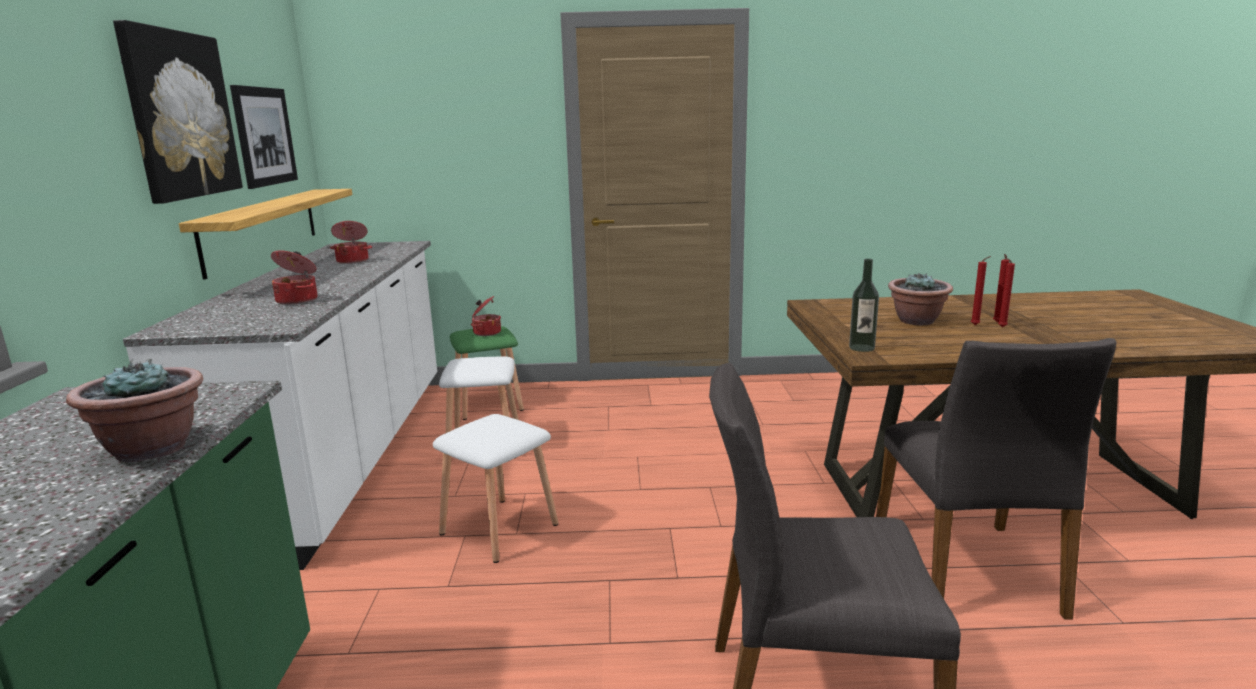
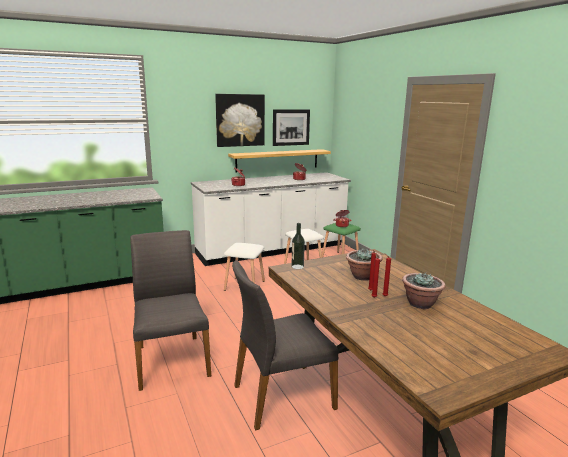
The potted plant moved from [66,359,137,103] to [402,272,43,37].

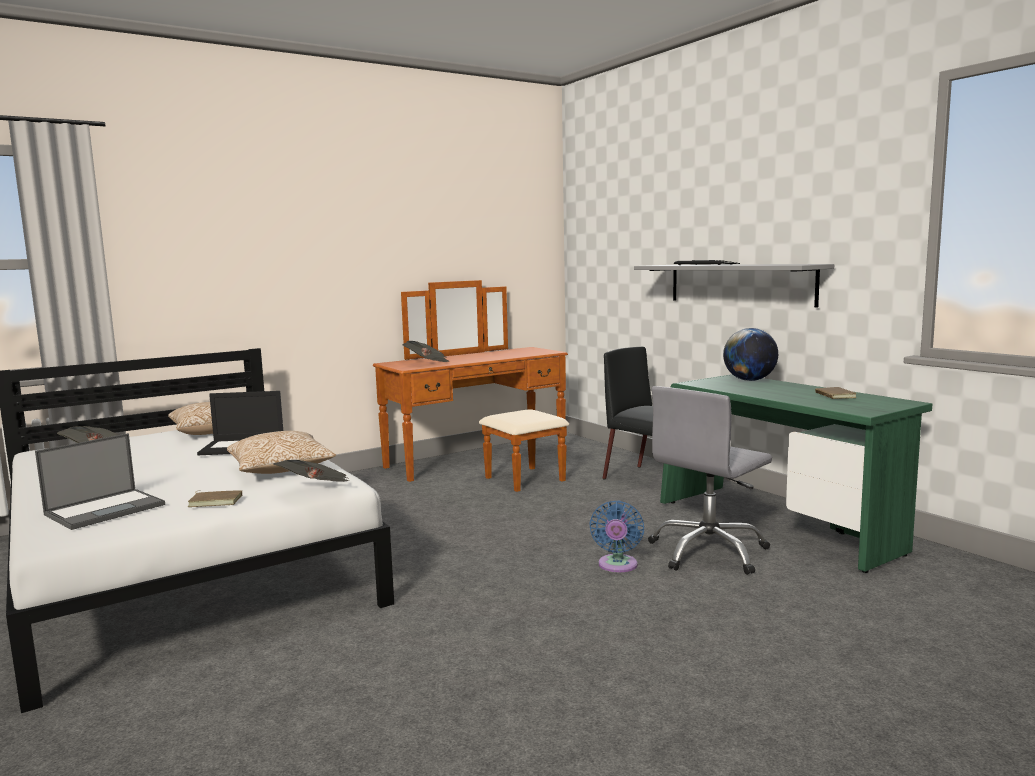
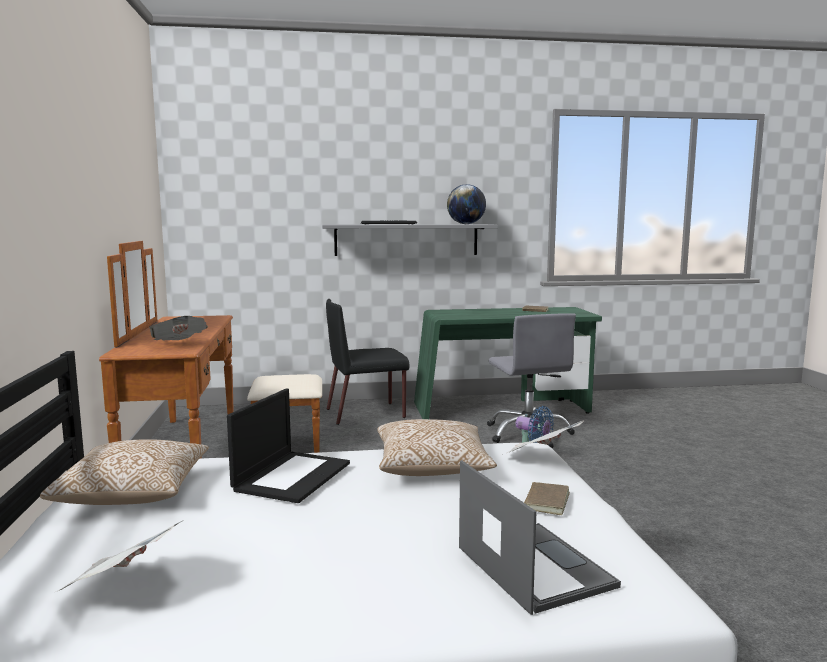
The globe moved from [723,328,55,53] to [447,184,39,40].

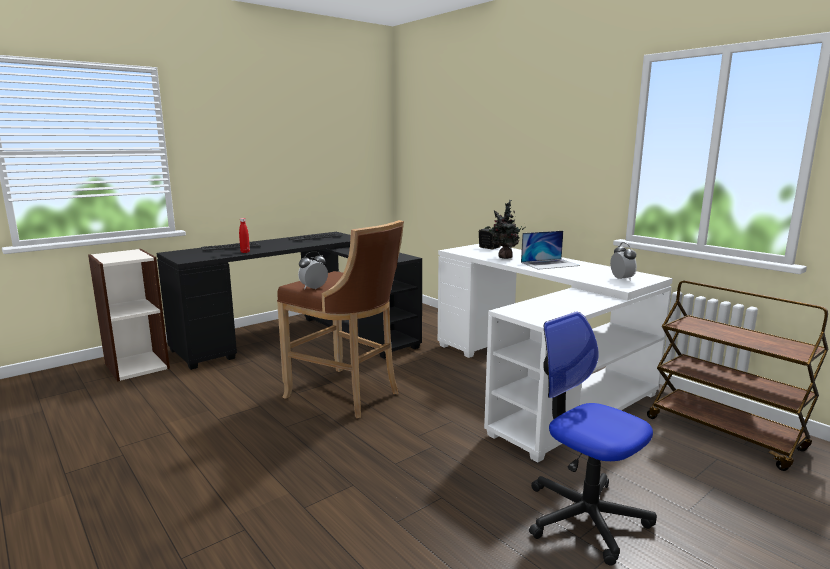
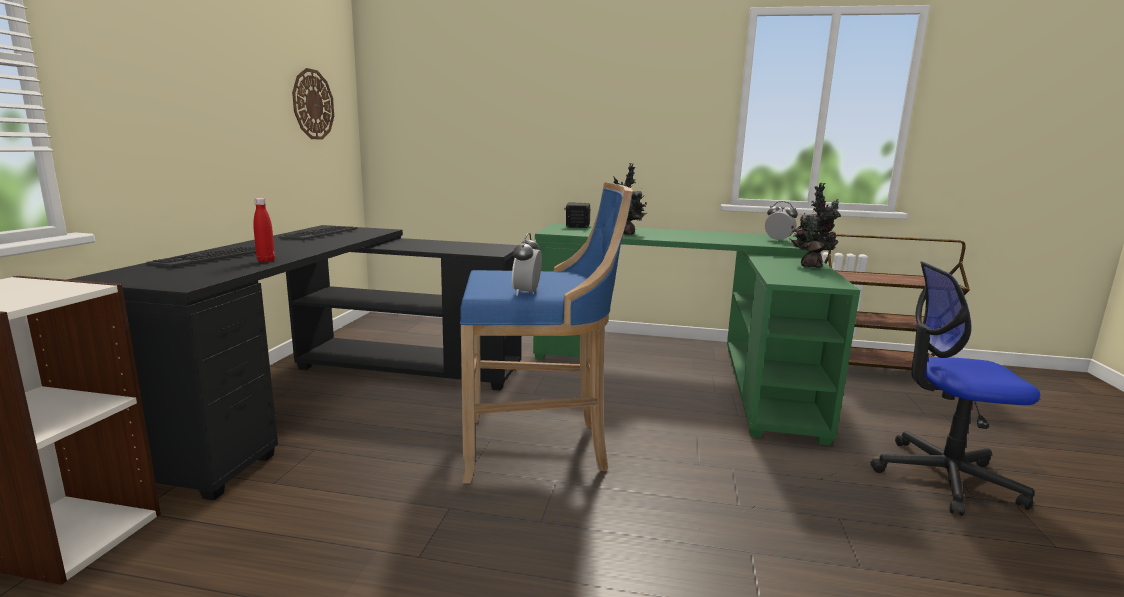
The stool (brown) at [277,220,127,198] became the stool (blue) at [460,182,173,302]. The desk (white) at [438,244,235,219] became the desk (green) at [533,223,327,223]. The laptop at [521,231,59,39] disappeared. The wall clock at [292,68,42,72] appeared. The potted plant at [789,183,52,85] appeared.

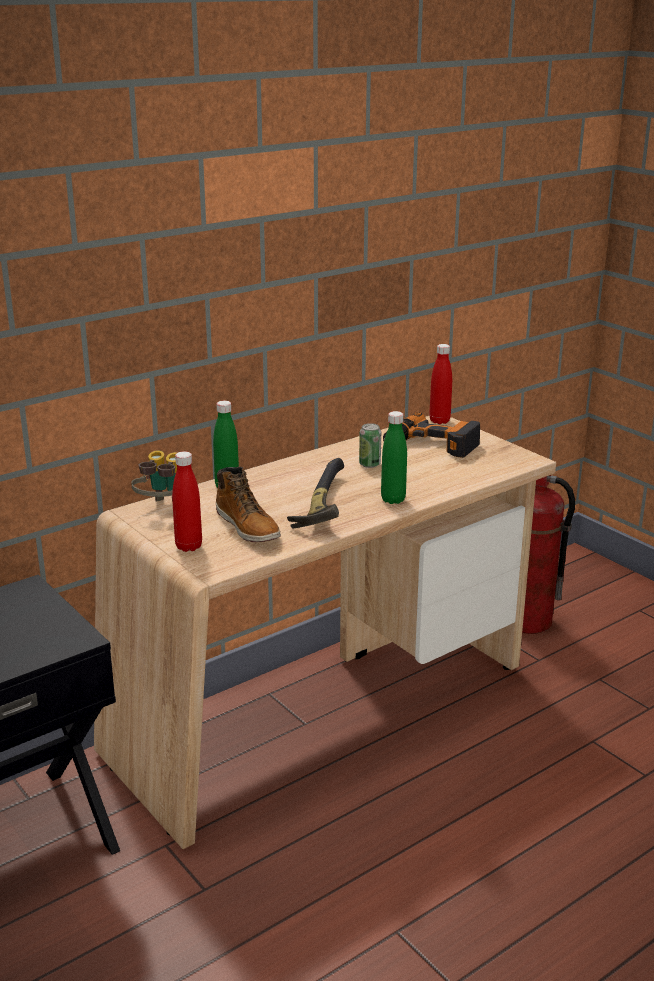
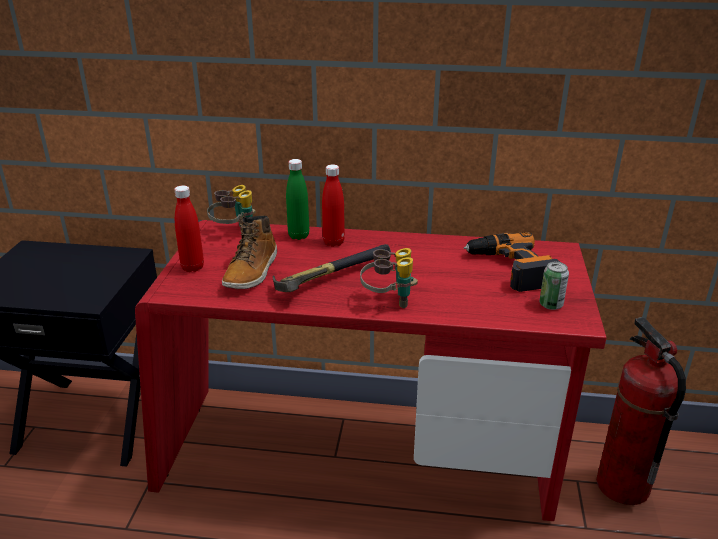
The desk (beige) at [94,416,462,433] became the desk (red) at [135,220,472,301]. The can moved from [359,423,22,45] to [539,262,30,48]. The bottle (green) at [381,411,26,93] was replaced by the binoculars at [360,248,58,60]. The bottle (red) moved from [429,344,23,80] to [322,164,23,83].

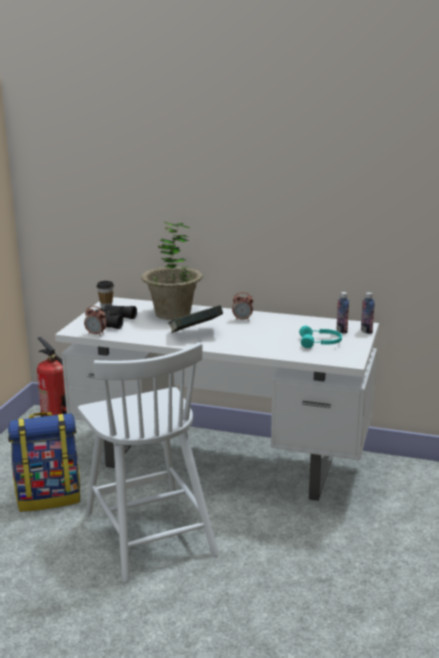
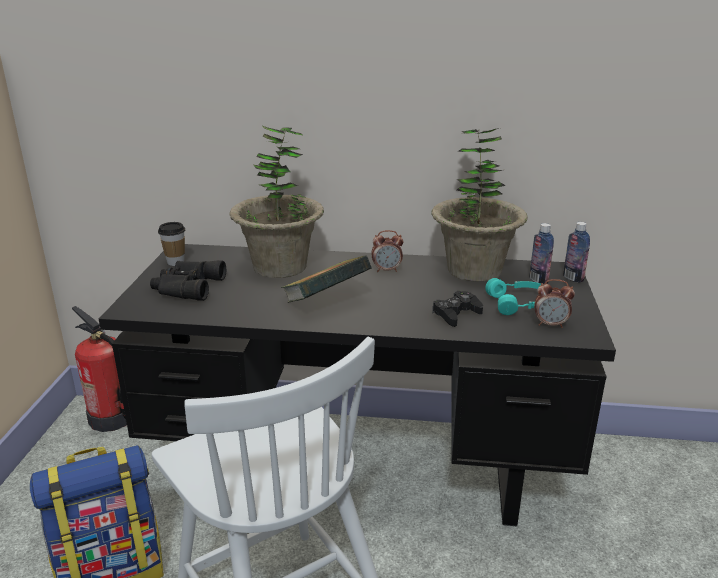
The desk (white) at [55,297,324,204] became the desk (black) at [99,244,517,282]. The alarm clock moved from [84,306,23,30] to [534,279,41,49]. The potted plant at [432,128,96,154] appeared. The game controller (black) at [432,291,51,36] appeared.

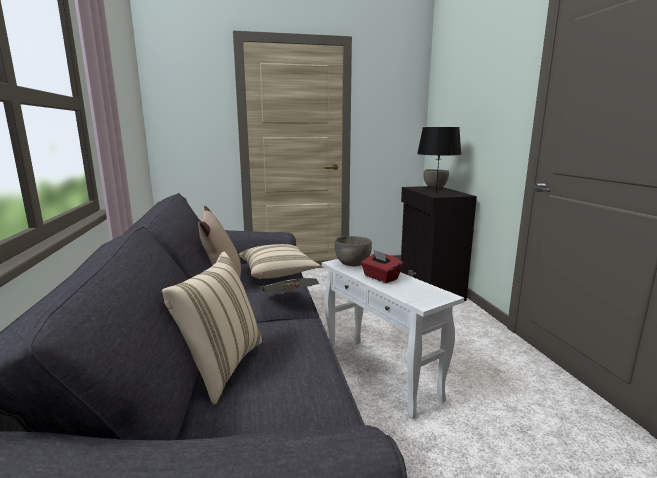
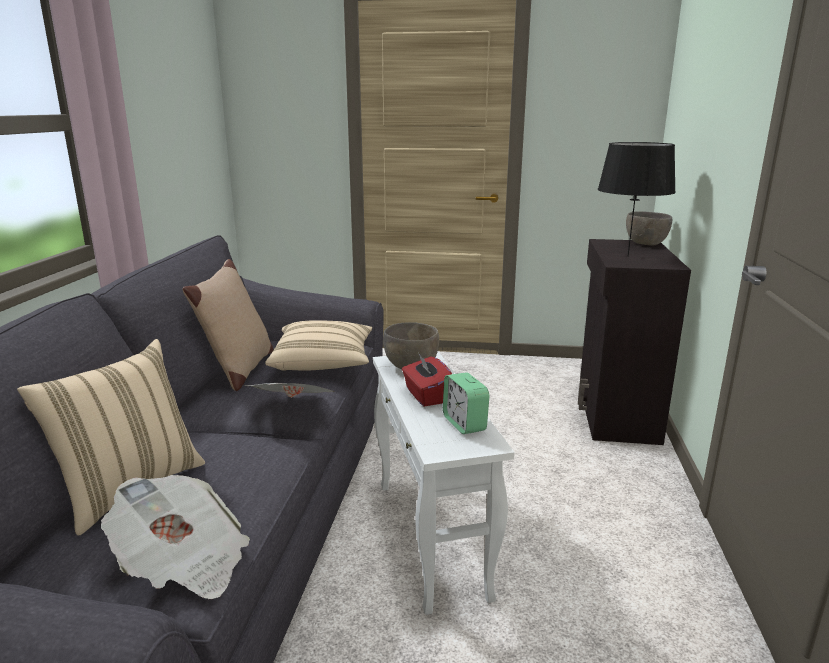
The newspaper at [101,475,149,124] appeared. The alarm clock at [443,372,46,62] appeared.

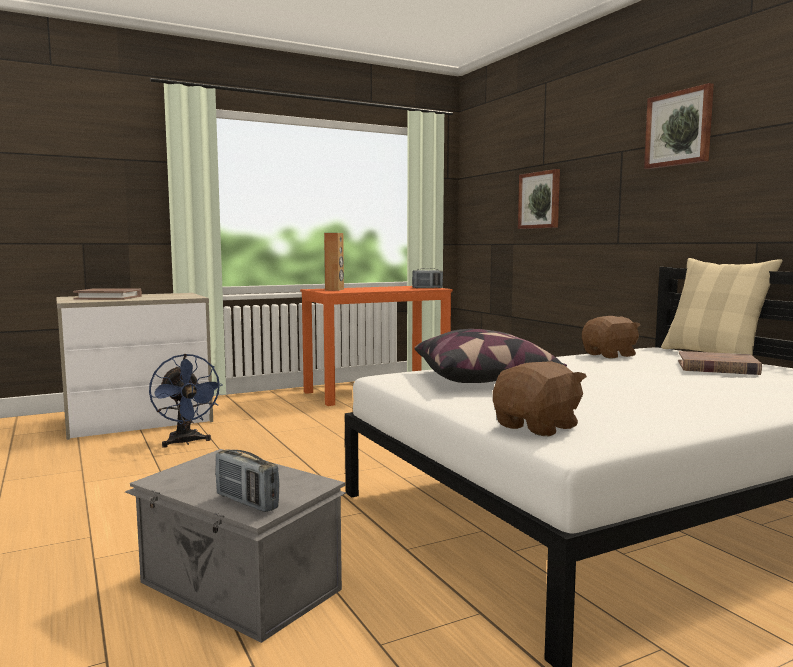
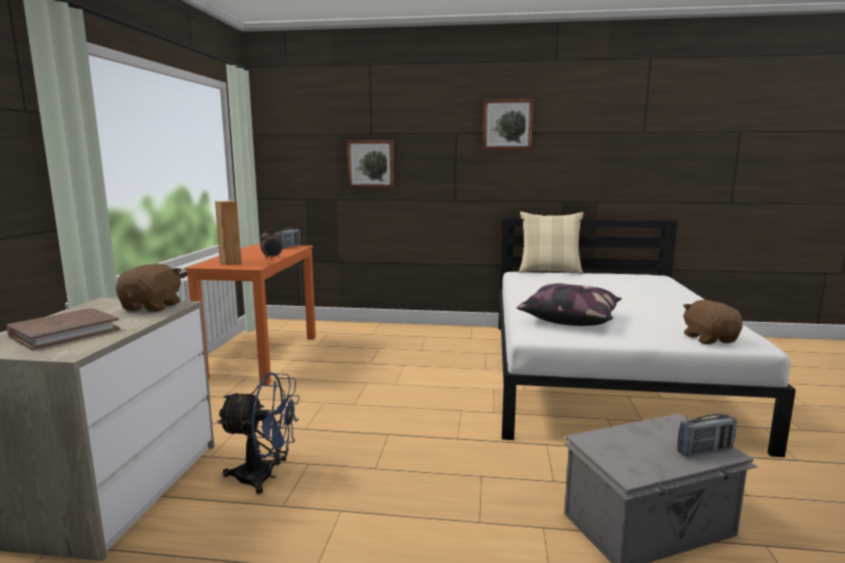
The plush toy (brown) moved from [582,316,58,42] to [116,263,66,49]. The book (brown) at [678,351,84,24] disappeared. The alarm clock at [260,229,23,30] appeared.

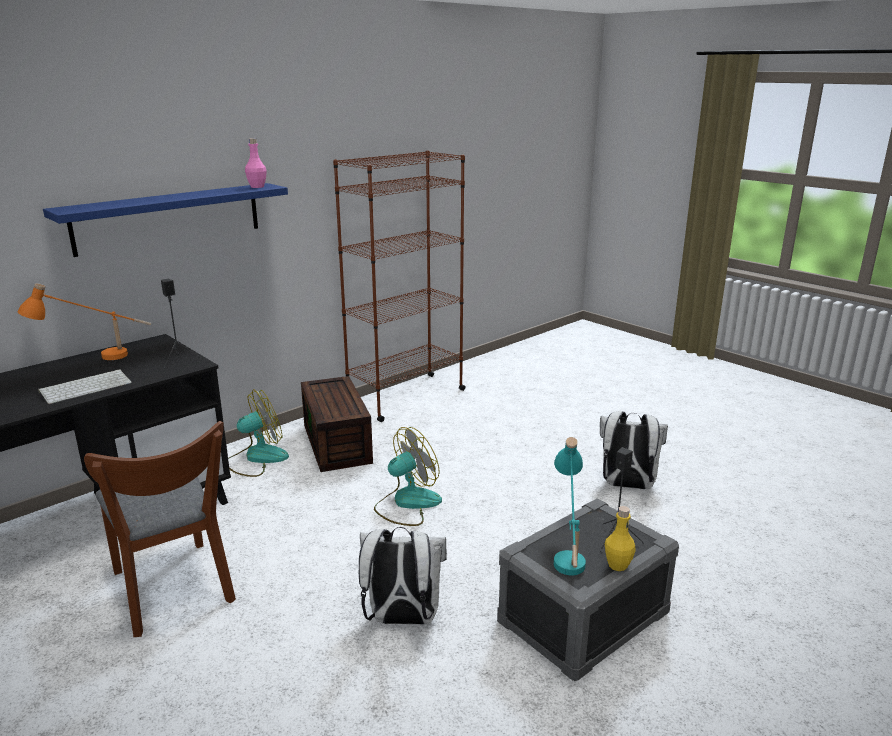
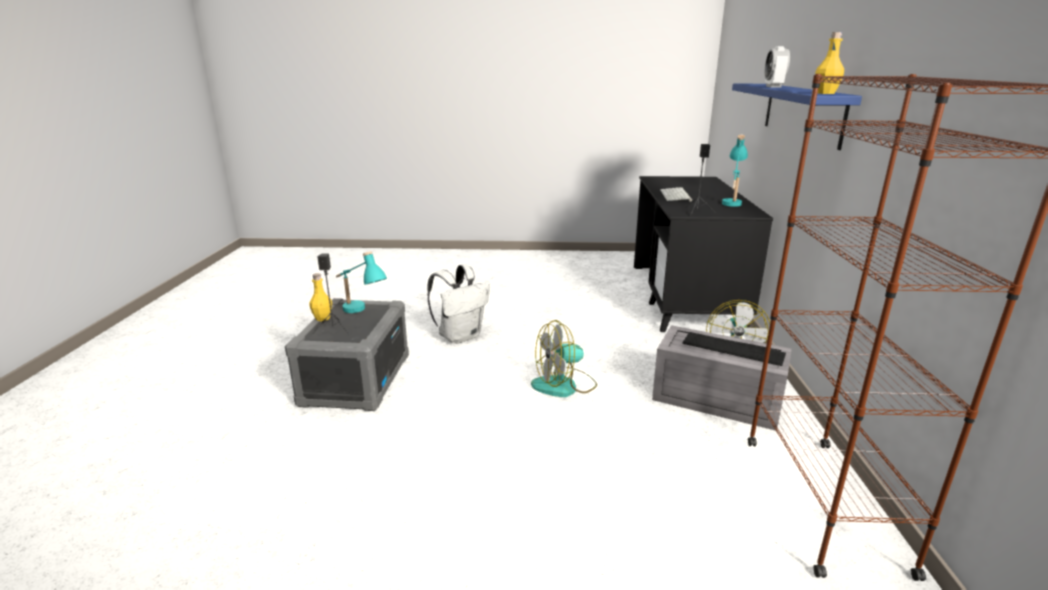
The table lamp (orange) at [17,283,134,77] became the table lamp (turquoise) at [722,135,26,72]. The chair (brown) at [84,421,152,216] disappeared. The bottle (pink) at [245,138,22,50] became the bottle (yellow) at [815,32,29,62]. The storage box (brown) at [301,376,72,96] became the storage box (grey) at [652,325,140,106]. The fan at [374,427,68,99] turned 60 degrees clockwise. The backpack (white) at [600,411,68,78] disappeared. The keyboard at [682,332,104,34] appeared. The alarm clock at [765,46,25,42] appeared.

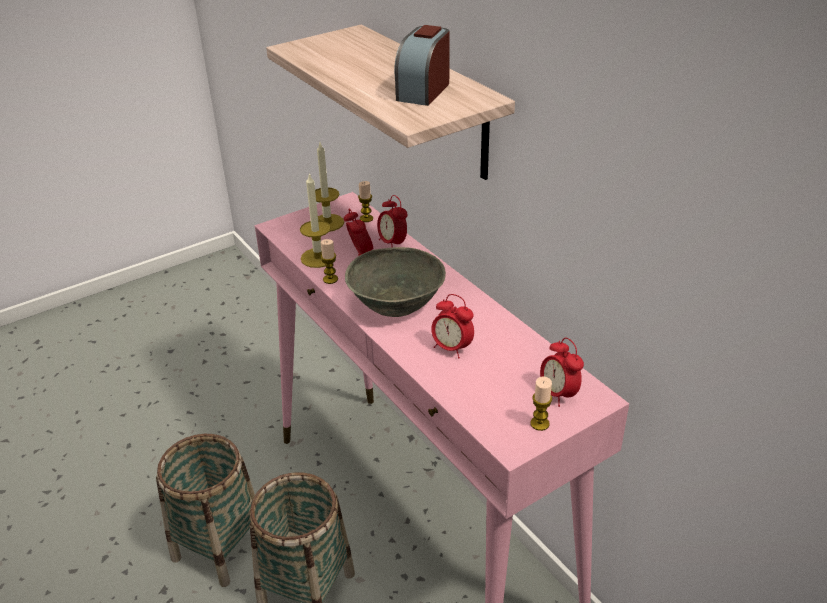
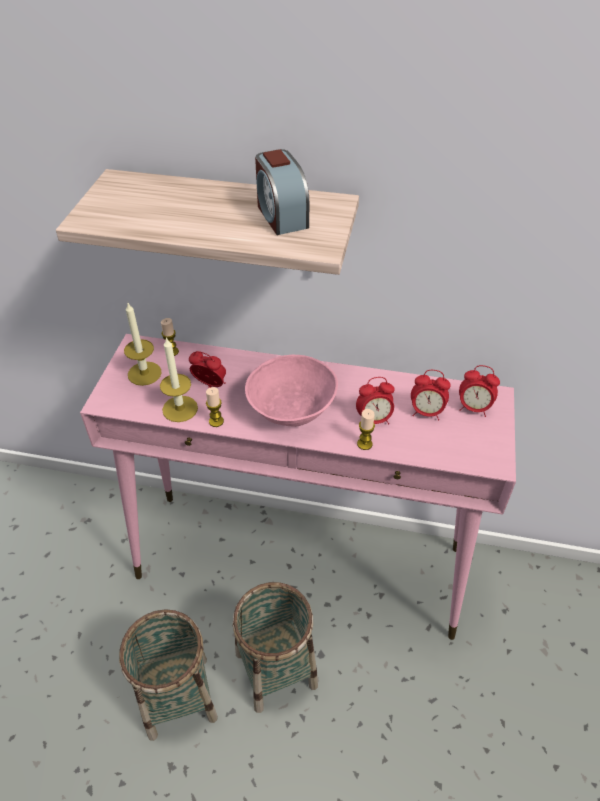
The bowl (grey) at [345,247,101,70] became the bowl (pink) at [245,354,93,73]. The alarm clock moved from [377,195,31,53] to [411,370,40,51]. The candle moved from [530,377,22,54] to [357,409,18,41].

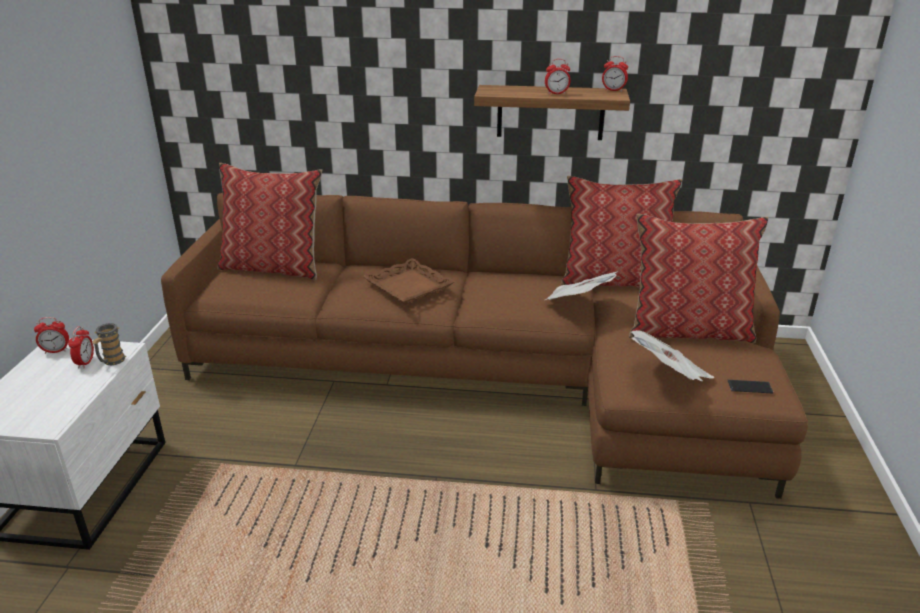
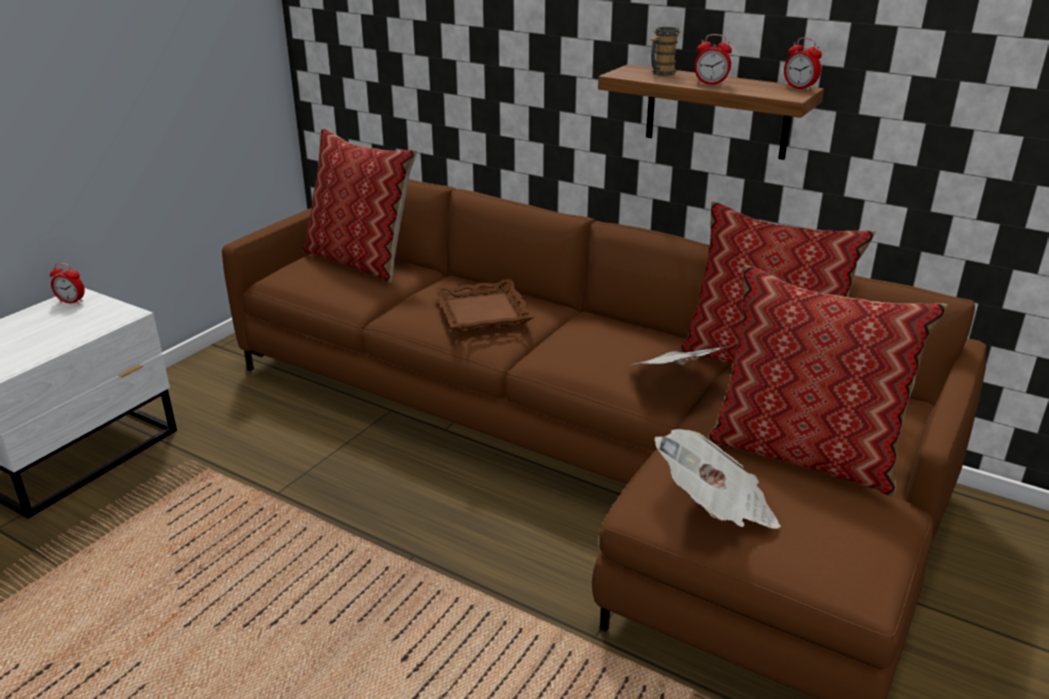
The alarm clock at [68,326,26,42] disappeared. The mug moved from [92,323,34,42] to [651,27,30,49]. The phone at [728,380,46,14] disappeared.

